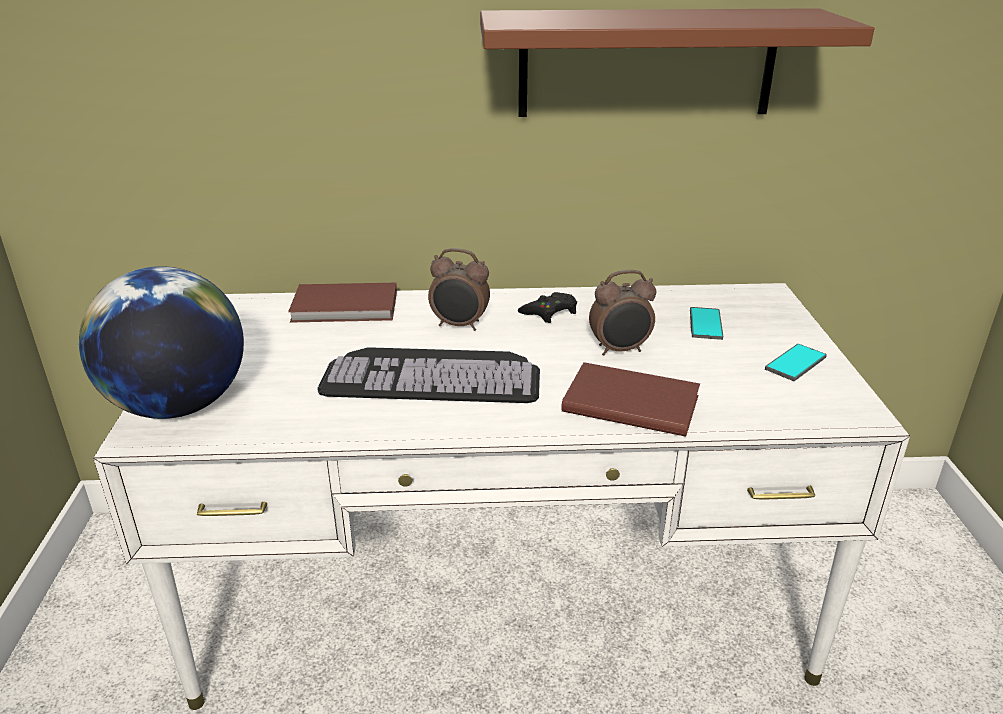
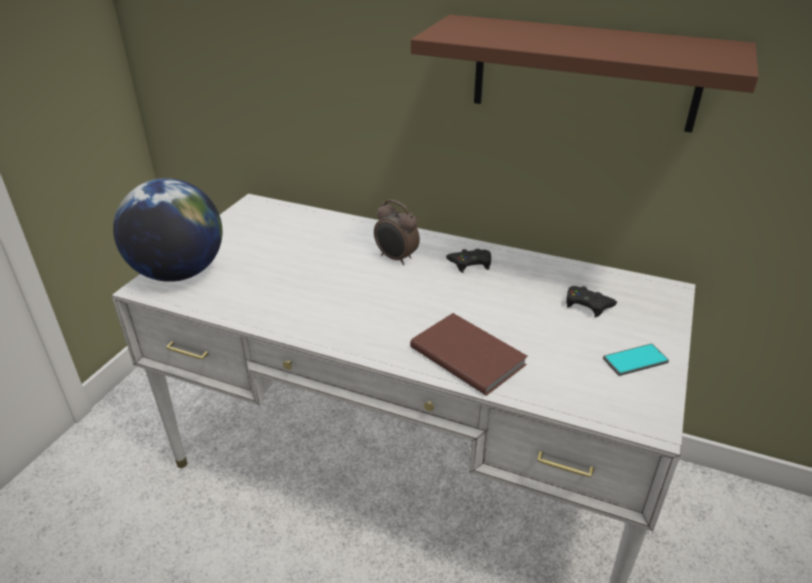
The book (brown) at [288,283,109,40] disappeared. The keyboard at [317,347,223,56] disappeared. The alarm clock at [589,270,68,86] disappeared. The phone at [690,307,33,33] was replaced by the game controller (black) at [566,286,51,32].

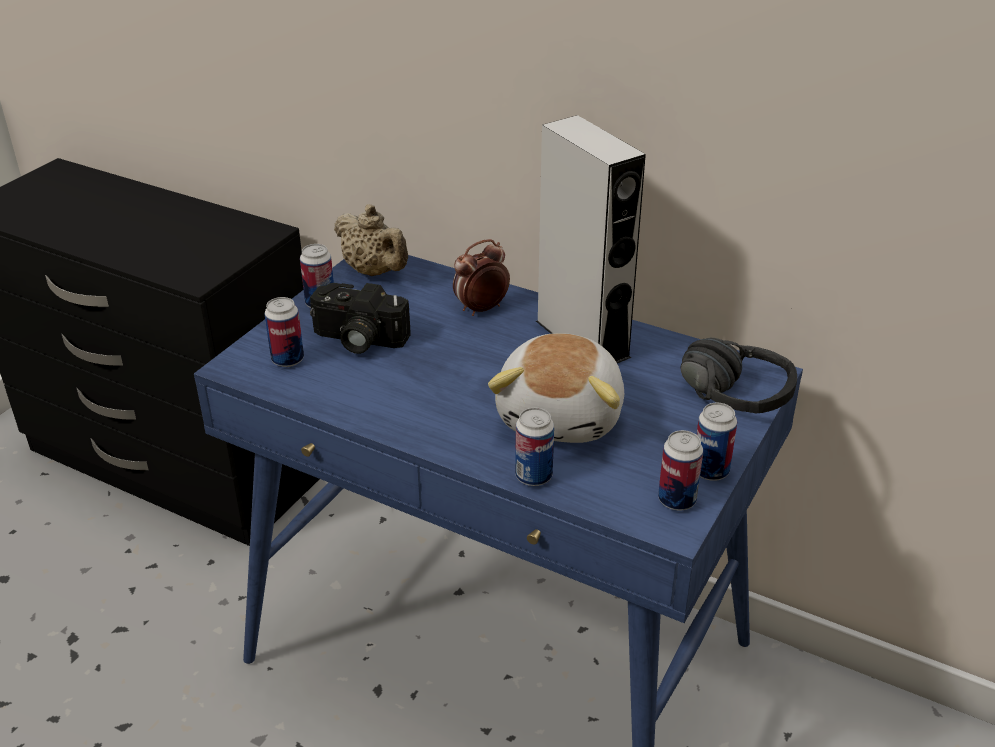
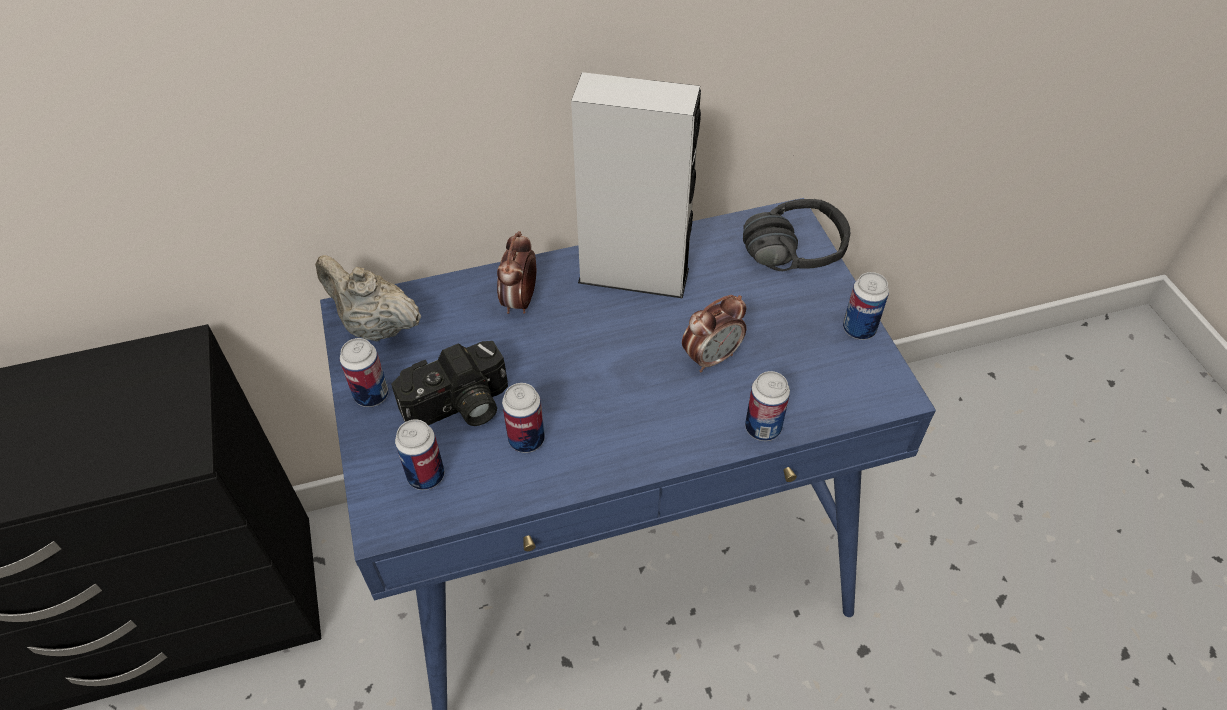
The teapot (beige) at [334,204,74,72] turned 150 degrees counterclockwise. The plush toy at [488,333,136,110] was replaced by the alarm clock at [682,295,64,77]. The can moved from [658,430,45,81] to [502,383,43,70].

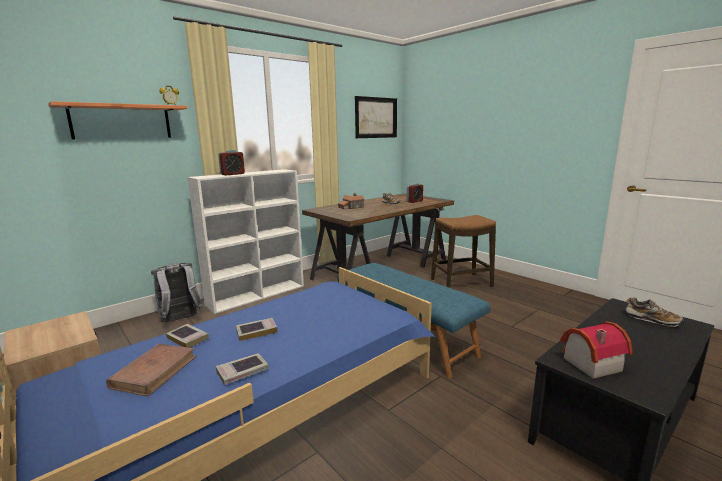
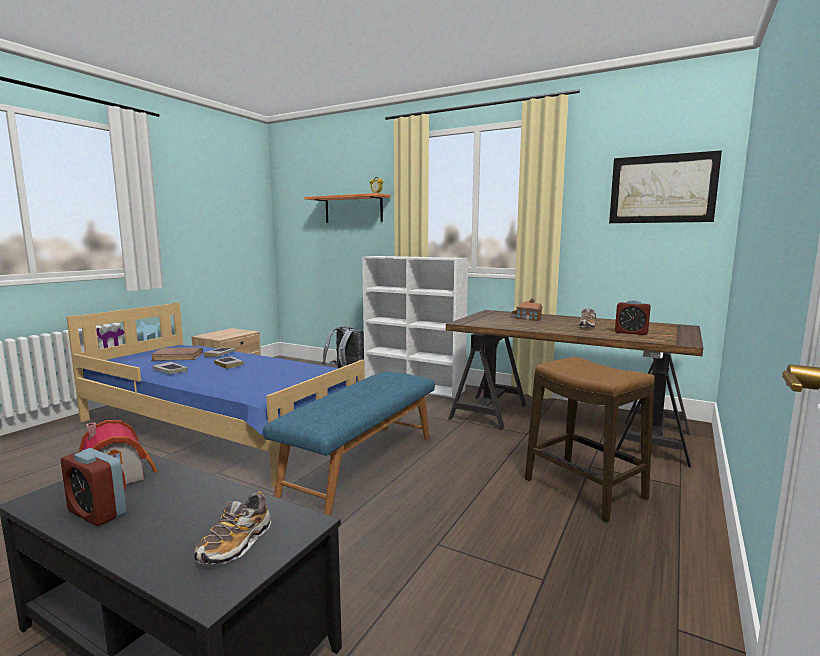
The alarm clock moved from [218,150,27,25] to [61,448,65,78].

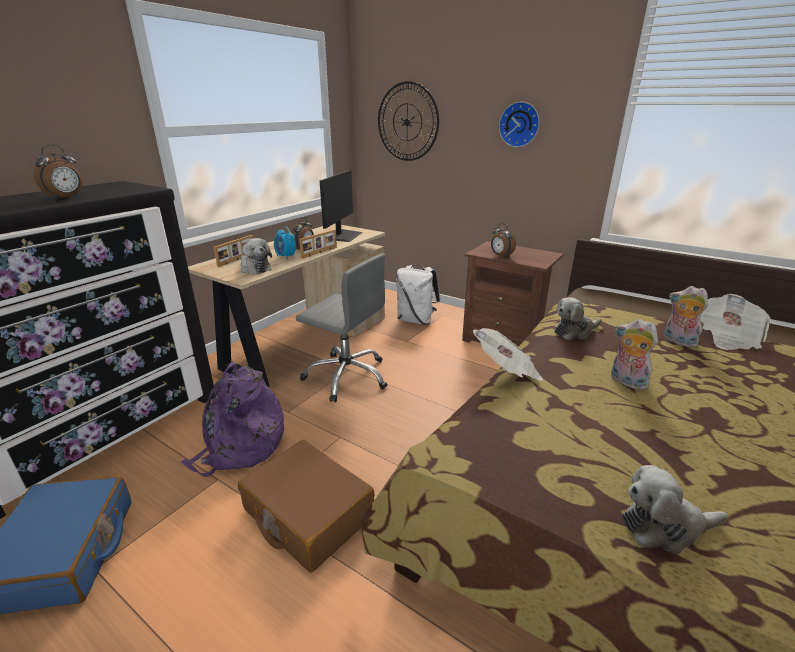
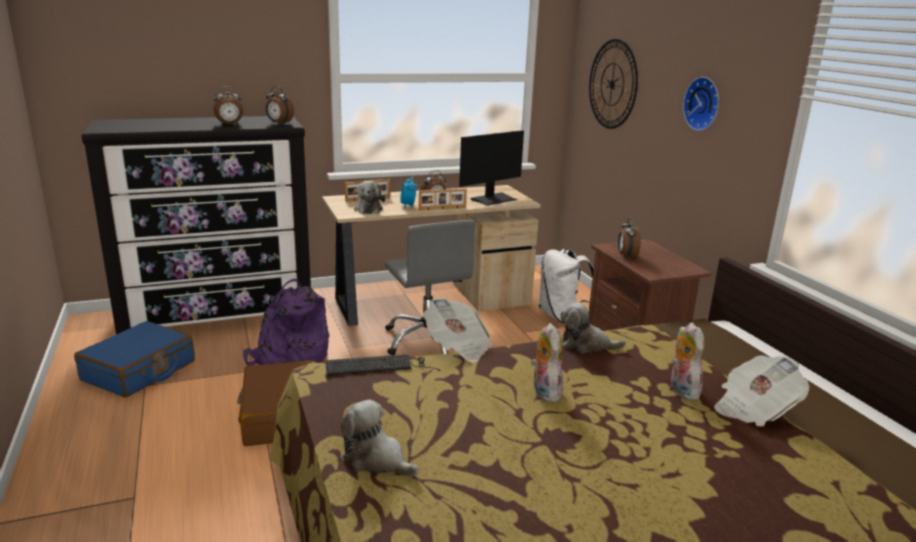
The alarm clock at [266,86,28,39] appeared. The keyboard at [325,354,115,22] appeared.

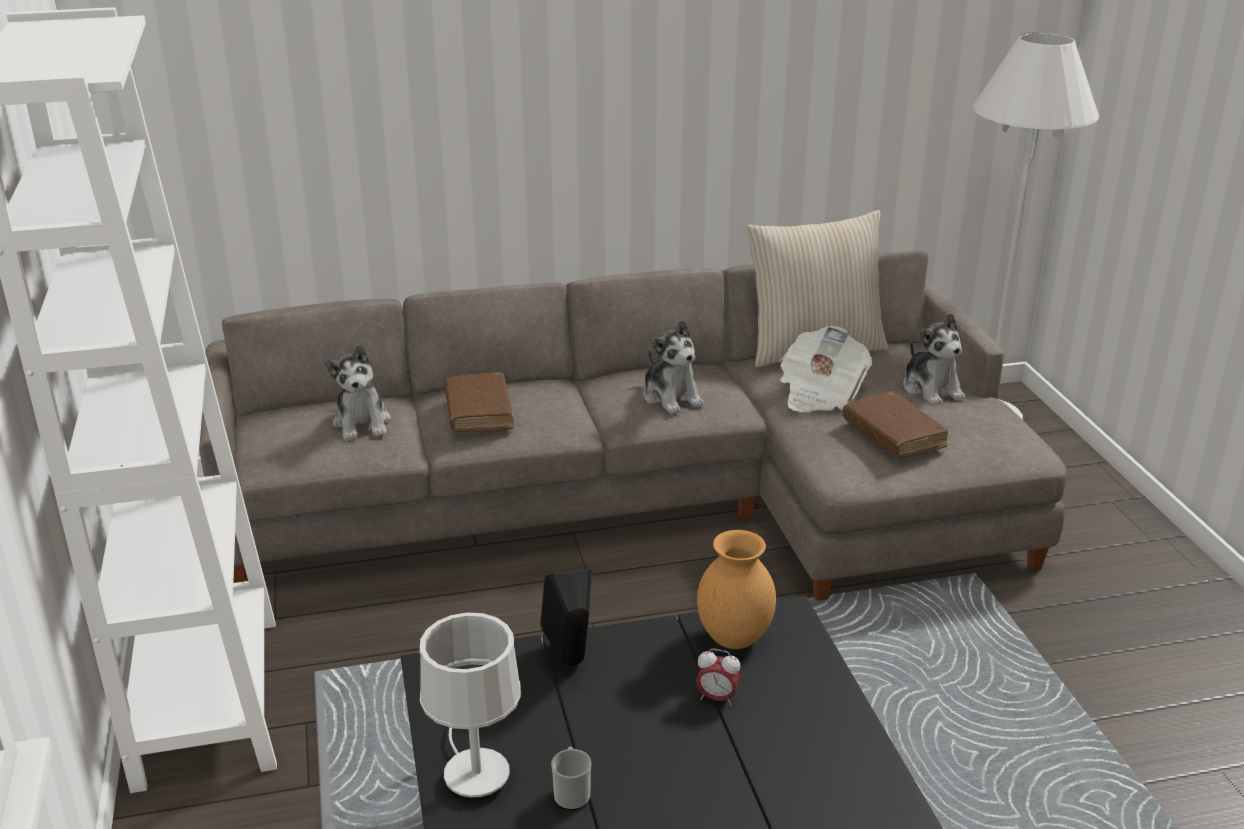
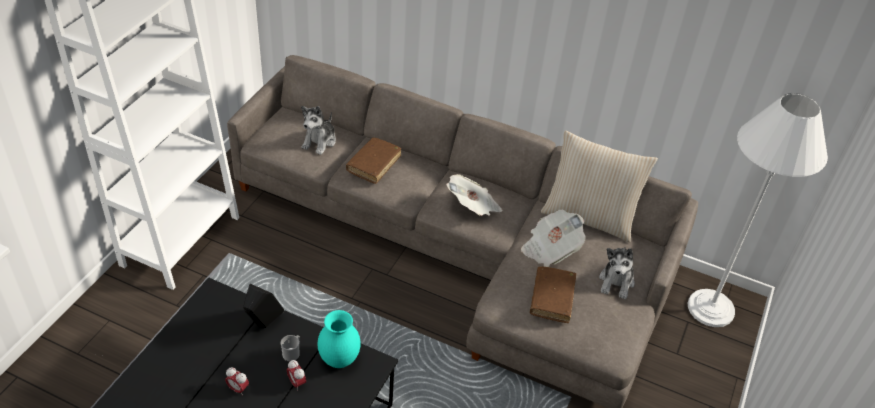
The table lamp (white) at [420,612,101,185] disappeared. The mug moved from [551,747,41,63] to [281,335,19,27]. The plush toy at [643,320,61,94] was replaced by the newspaper at [446,174,56,42]. The vase (brown) at [697,530,79,119] became the vase (turquoise) at [318,310,43,58]. The alarm clock at [225,367,24,29] appeared.

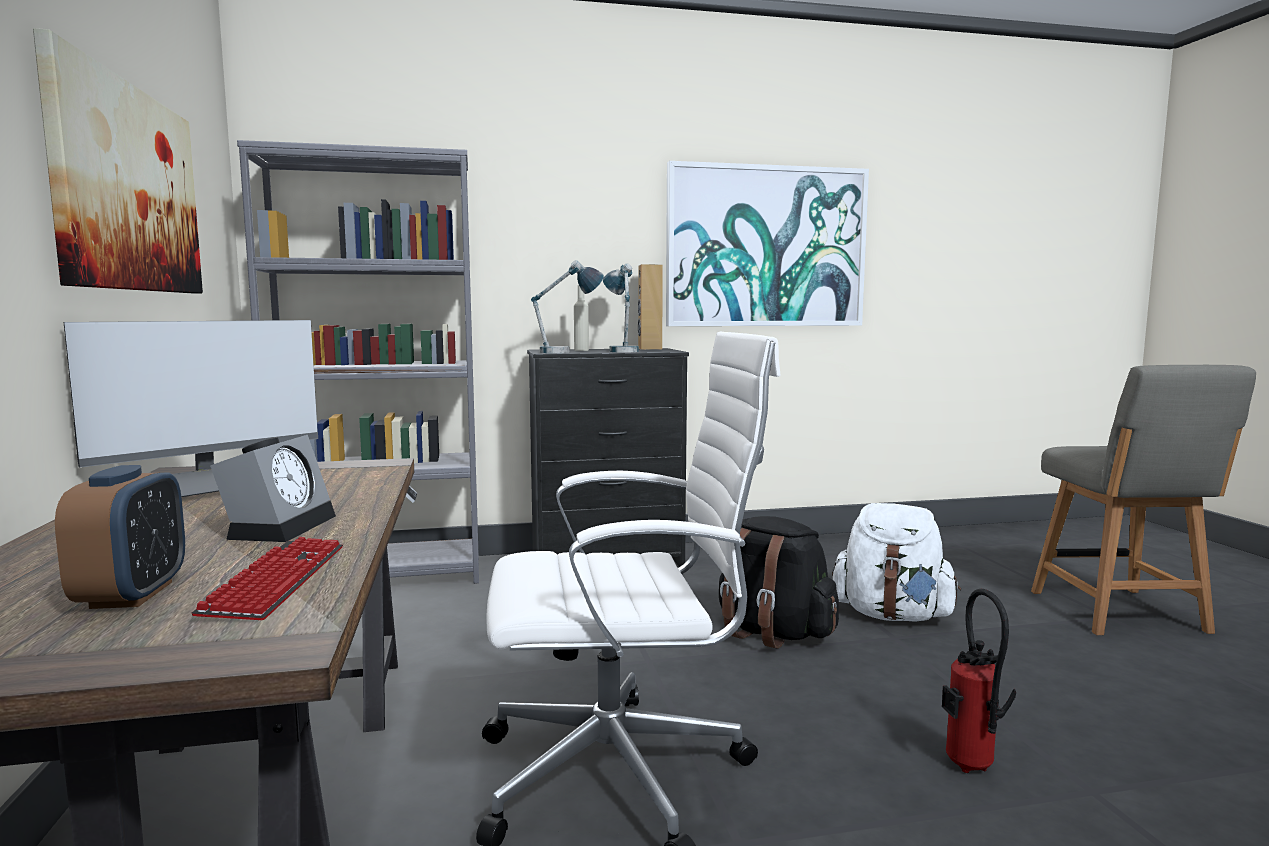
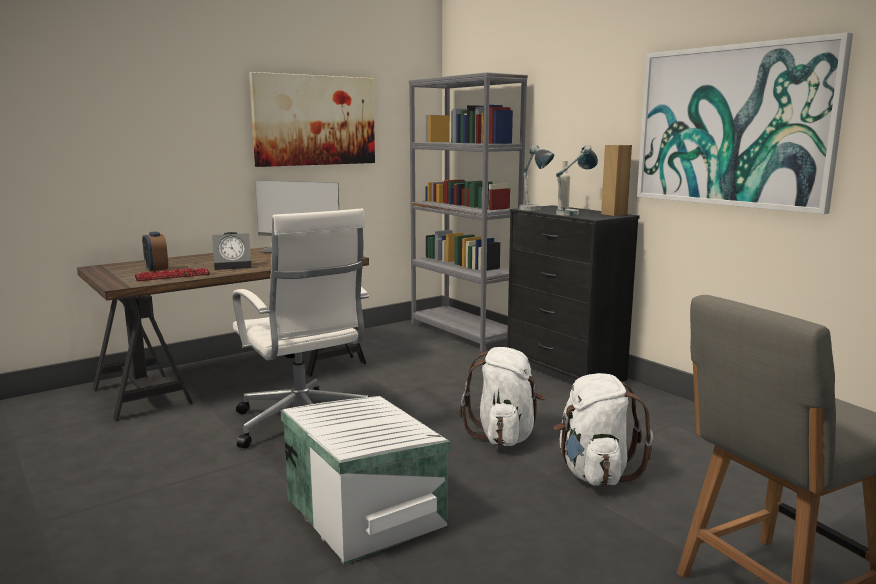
The alarm clock at [55,465,130,144] turned 90 degrees clockwise. The backpack (black) at [719,516,120,133] became the backpack (white) at [459,347,86,99]. The fire extinguisher at [942,589,74,184] was replaced by the storage box (white) at [281,396,169,169].

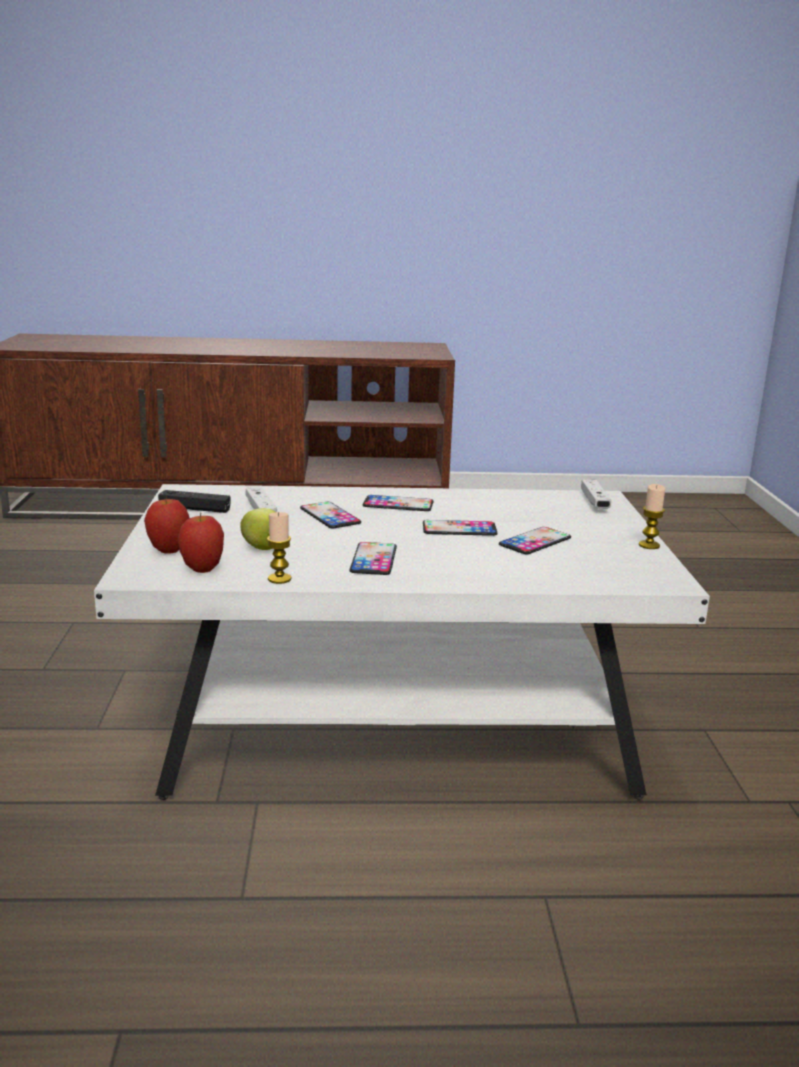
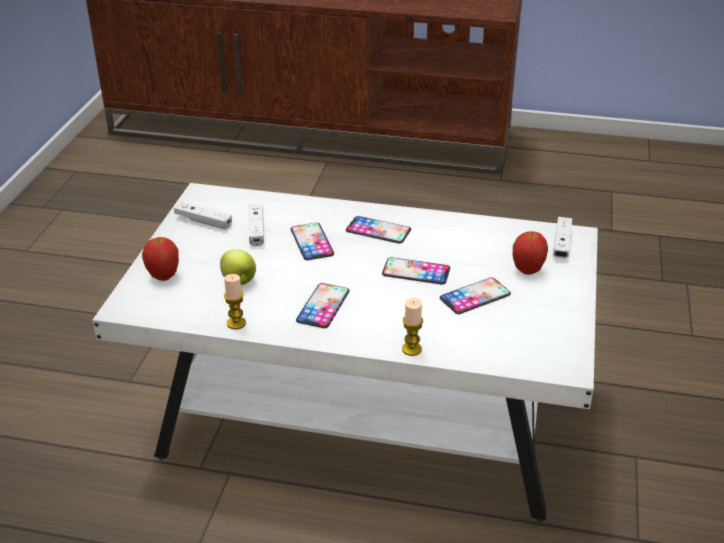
The game controller (black) at [158,490,73,23] became the game controller (white) at [174,202,58,28]. The apple moved from [178,512,46,61] to [513,231,35,44]. The candle moved from [639,484,26,65] to [402,297,21,59].

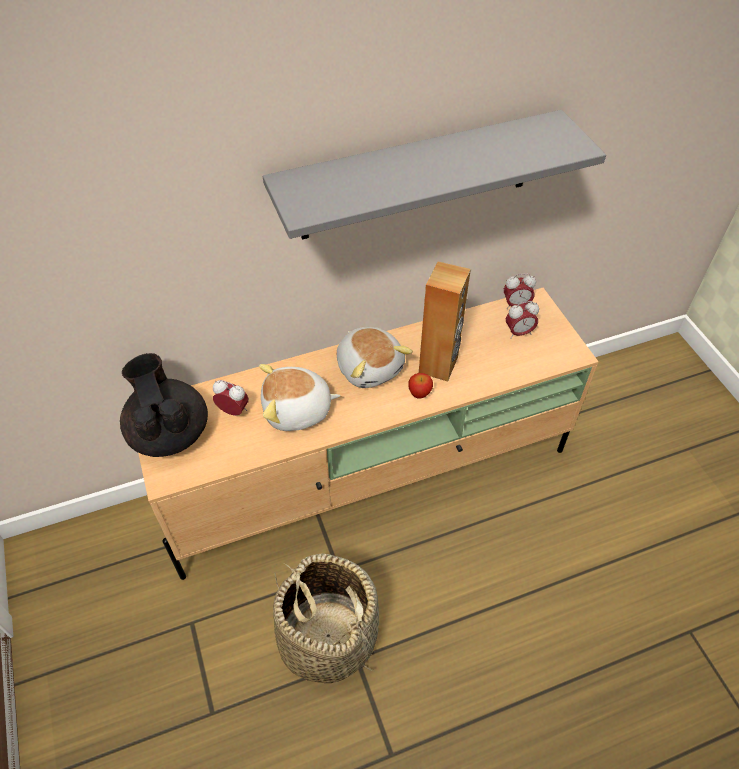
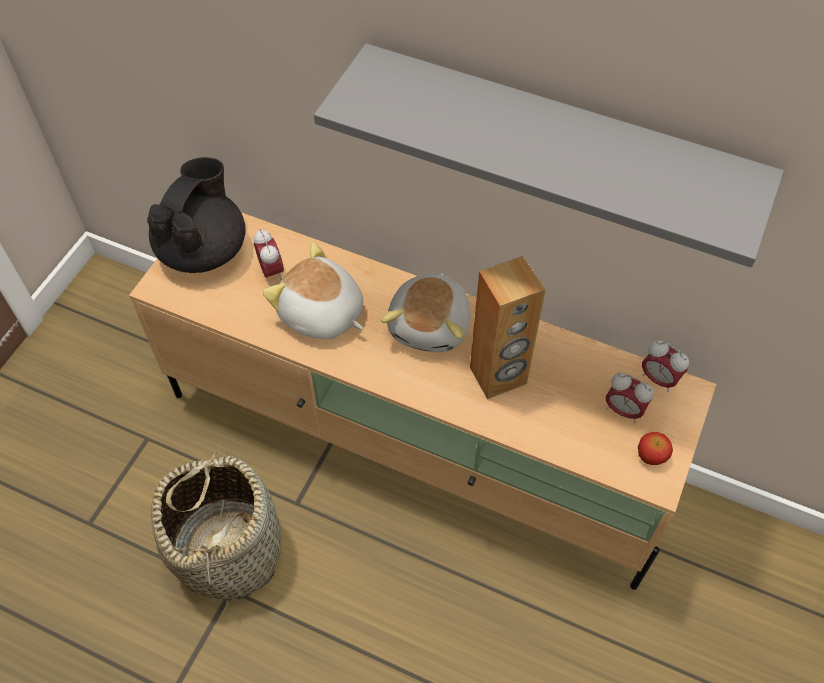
The apple moved from [408,373,25,26] to [638,432,35,33].

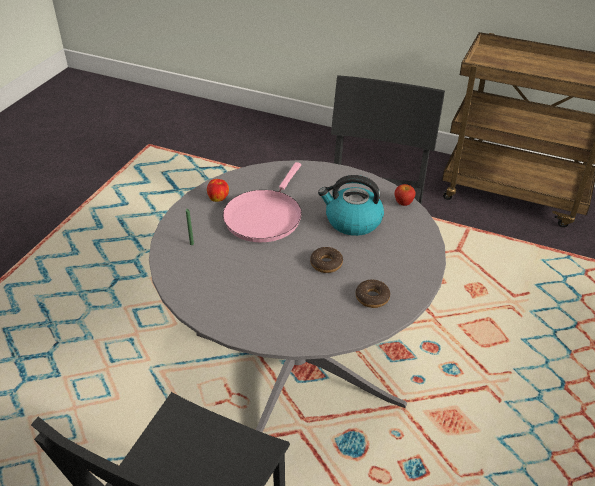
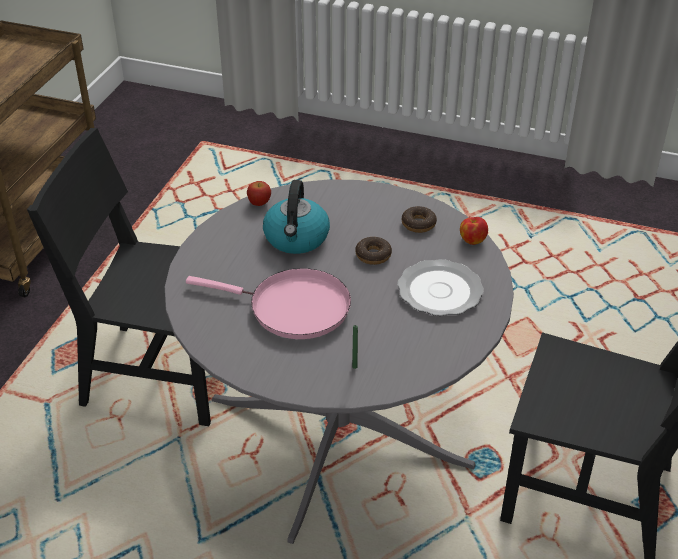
The apple moved from [207,179,22,23] to [460,217,28,28]. The plate at [397,259,87,57] appeared.

